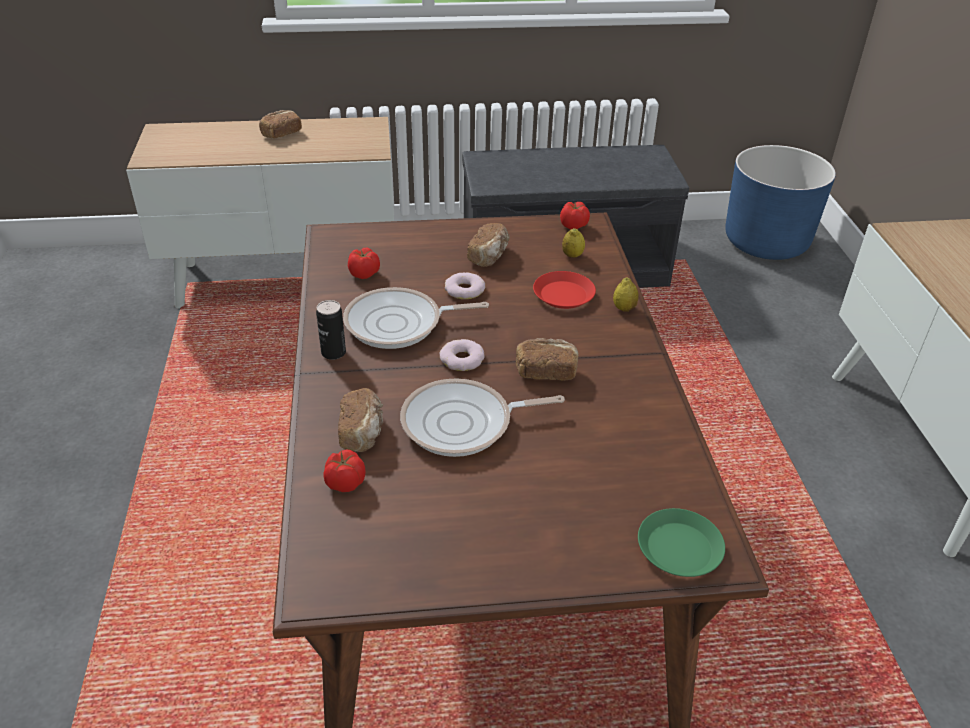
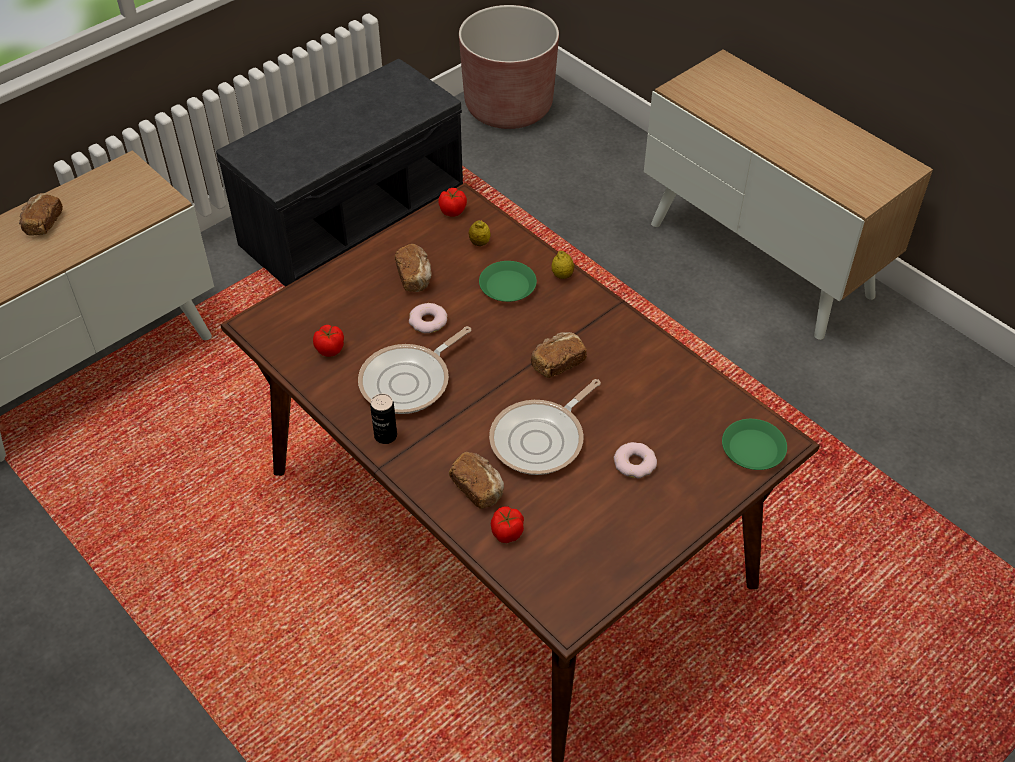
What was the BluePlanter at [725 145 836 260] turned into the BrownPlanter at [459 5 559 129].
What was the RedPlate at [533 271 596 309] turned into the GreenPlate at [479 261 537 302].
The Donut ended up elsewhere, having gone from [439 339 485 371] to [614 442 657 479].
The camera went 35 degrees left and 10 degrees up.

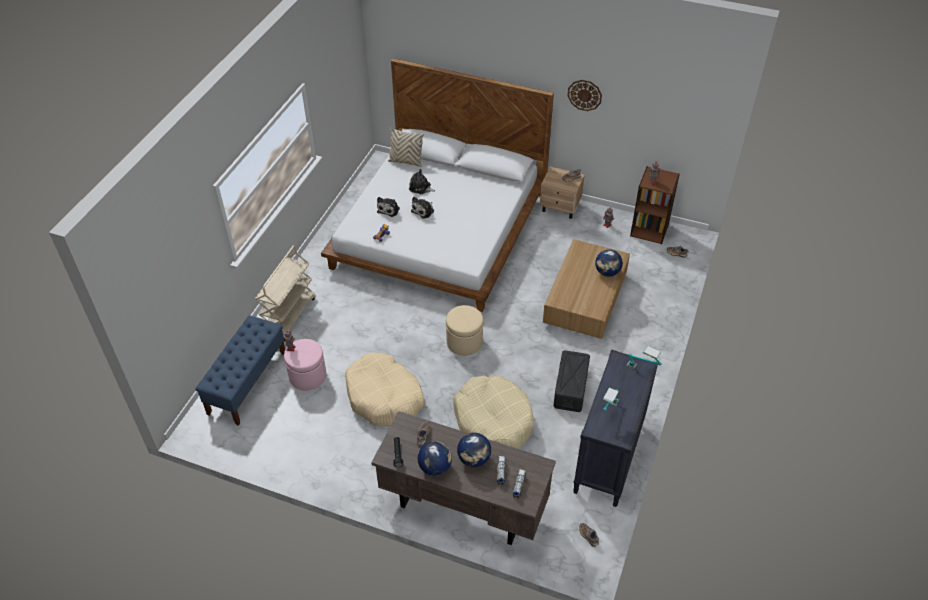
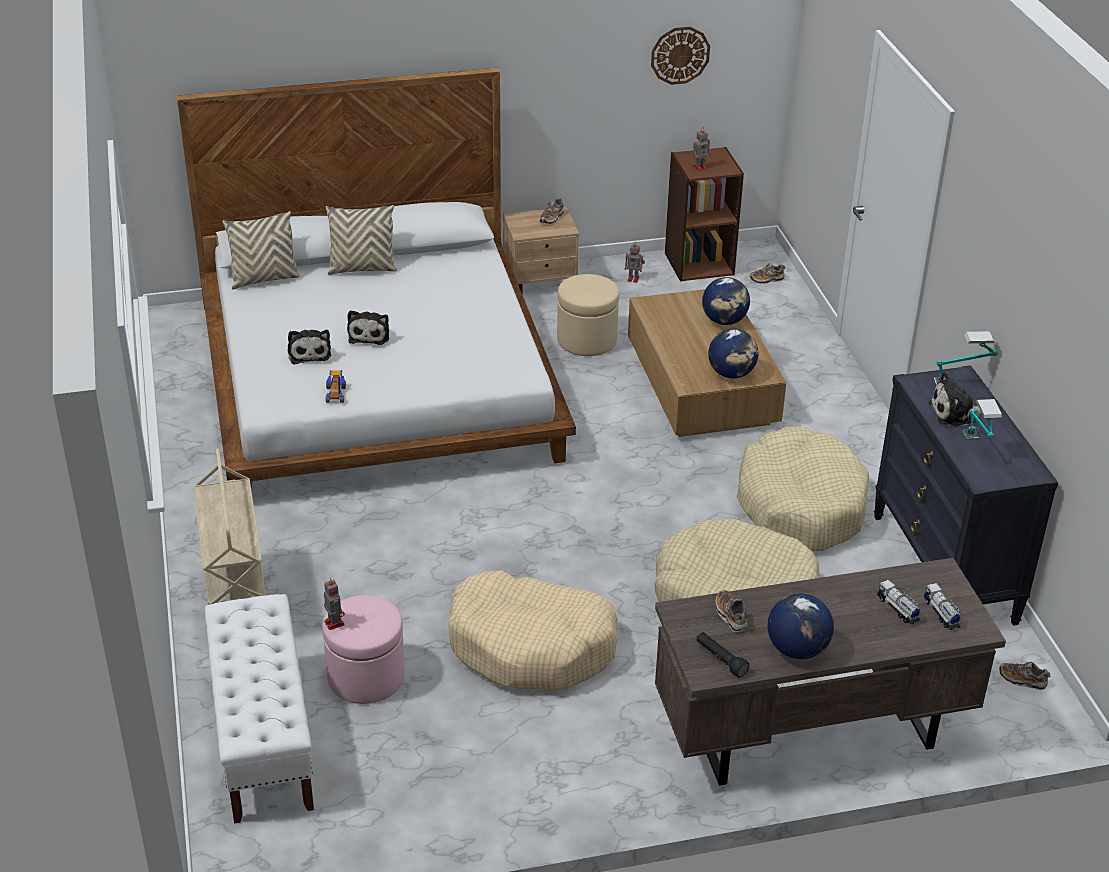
What was the BlueBench at [196 316 286 426] turned into the WhiteBench at [205 594 314 824].
The second view gained the BeigePillow at [326 205 397 275].
The BeigeOttoman ended up elsewhere, having gone from [446 305 483 356] to [557 274 619 356].
The WallClock ended up elsewhere, having gone from [567 80 602 111] to [651 27 710 85].
The Globe ended up elsewhere, having gone from [457 433 491 467] to [708 329 758 379].
Where the BlackStorageBox stood at [553 350 590 412], the BeigeDogBed came to stand at [737 427 869 552].
The PlushToy ended up elsewhere, having gone from [409 169 436 194] to [928 372 981 427].
The camera went 35 degrees left and 10 degrees down.

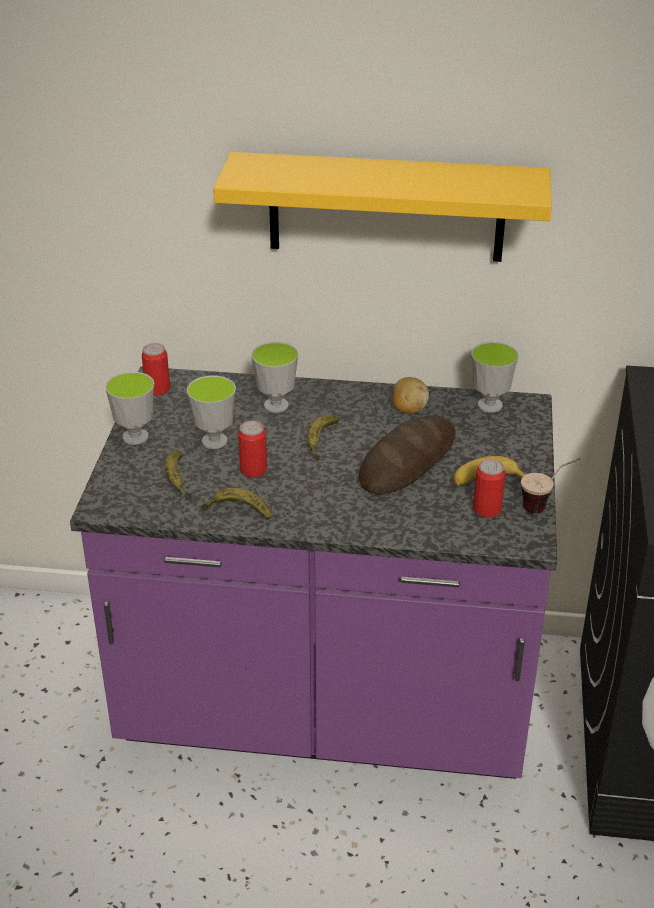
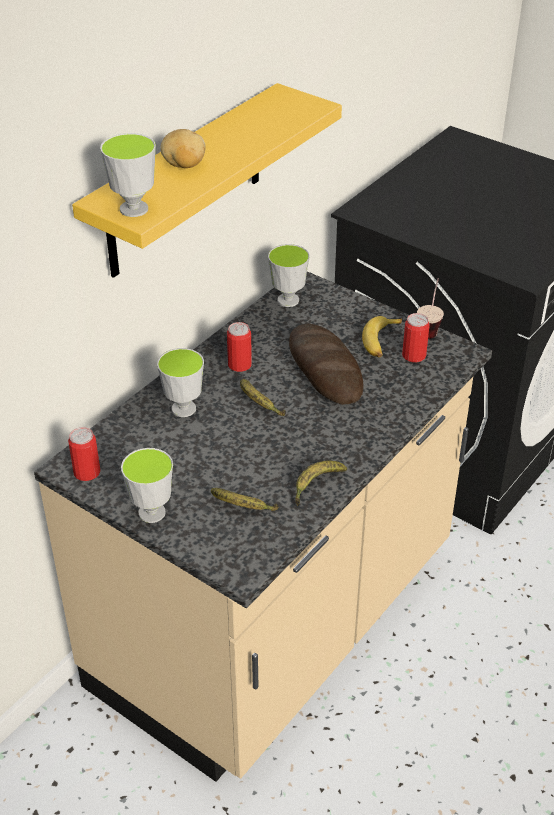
What was the PurpleCounter at [70 367 557 779] turned into the BeigeCounter at [34 271 492 782].
The Cup ended up elsewhere, having gone from [187 376 236 449] to [100 133 156 217].
The Potato ended up elsewhere, having gone from [393 377 429 414] to [160 129 206 168].
The Can ended up elsewhere, having gone from [238 421 267 477] to [227 322 252 372].
The camera went 60 degrees left and 5 degrees up.

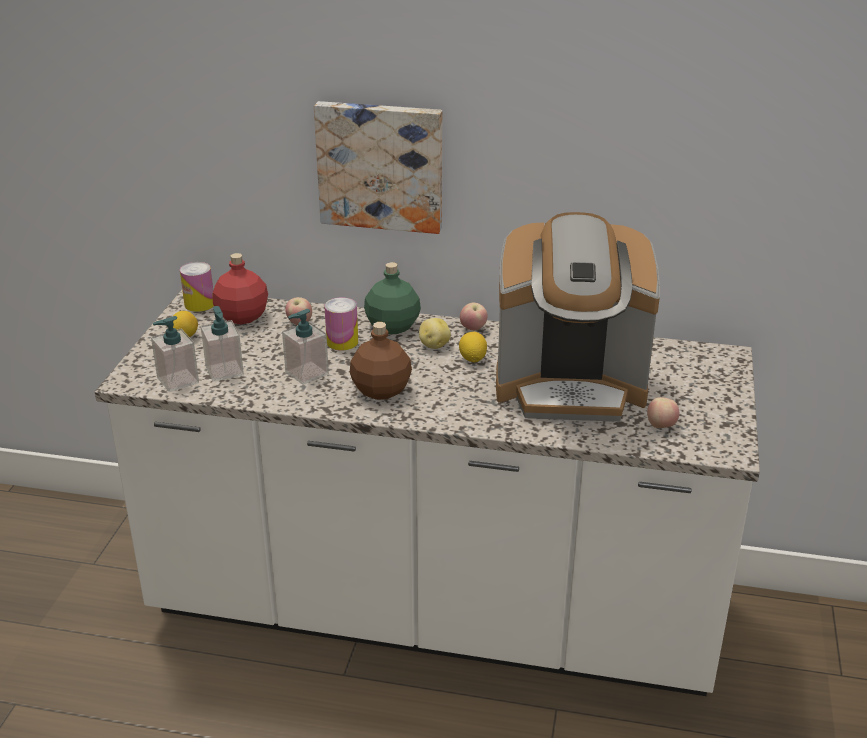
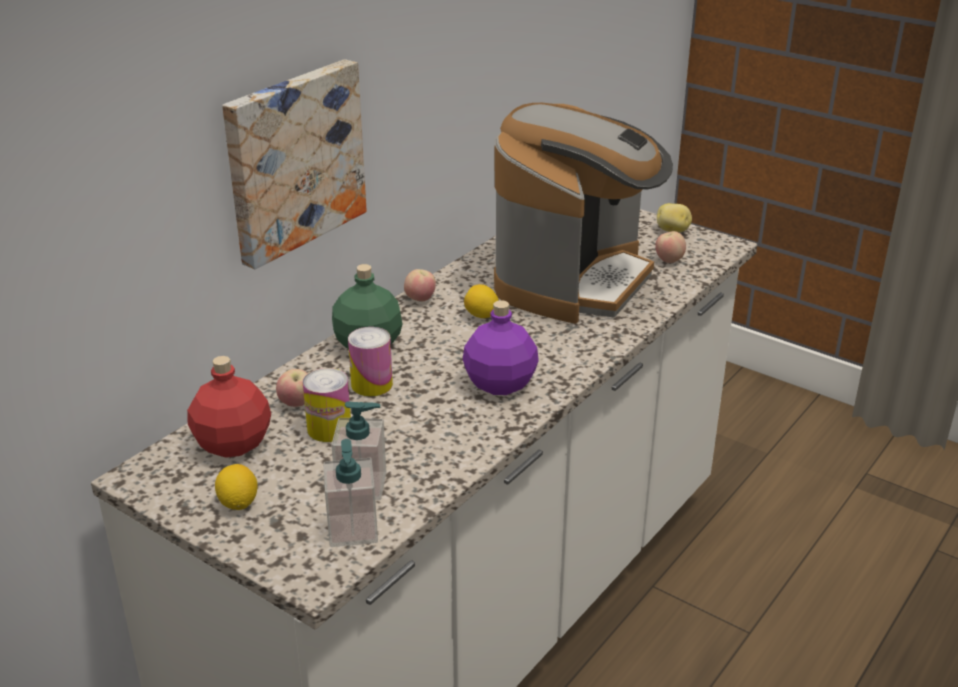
The Can ended up elsewhere, having gone from [180 262 214 312] to [303 368 351 442].
What was the BrownBottle at [350 322 412 400] turned into the PurpleBottle at [463 300 539 395].
The Potato ended up elsewhere, having gone from [419 318 451 349] to [657 203 692 233].
The second view lost the SoapDispenser at [282 309 329 385].
The camera went 65 degrees left and 0 degrees up.

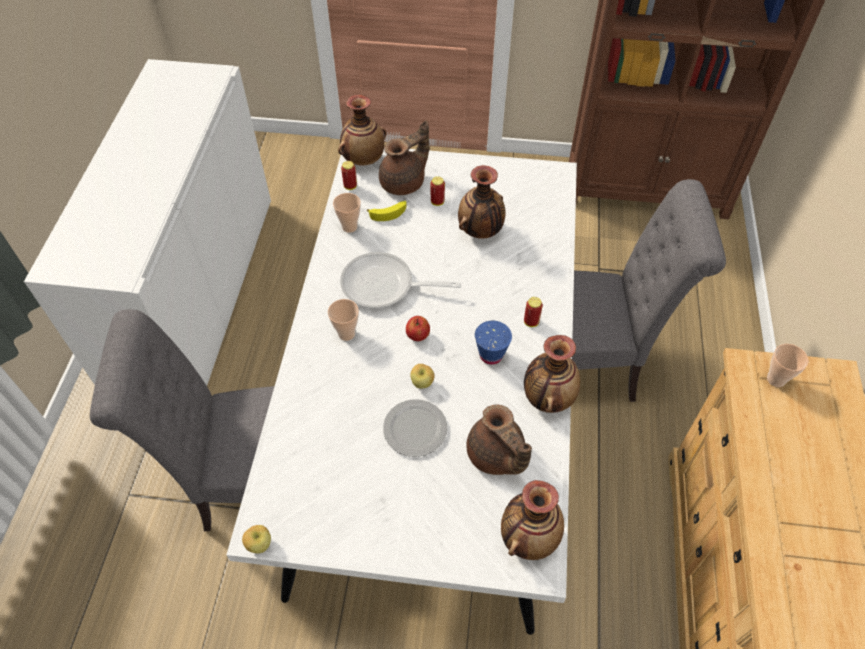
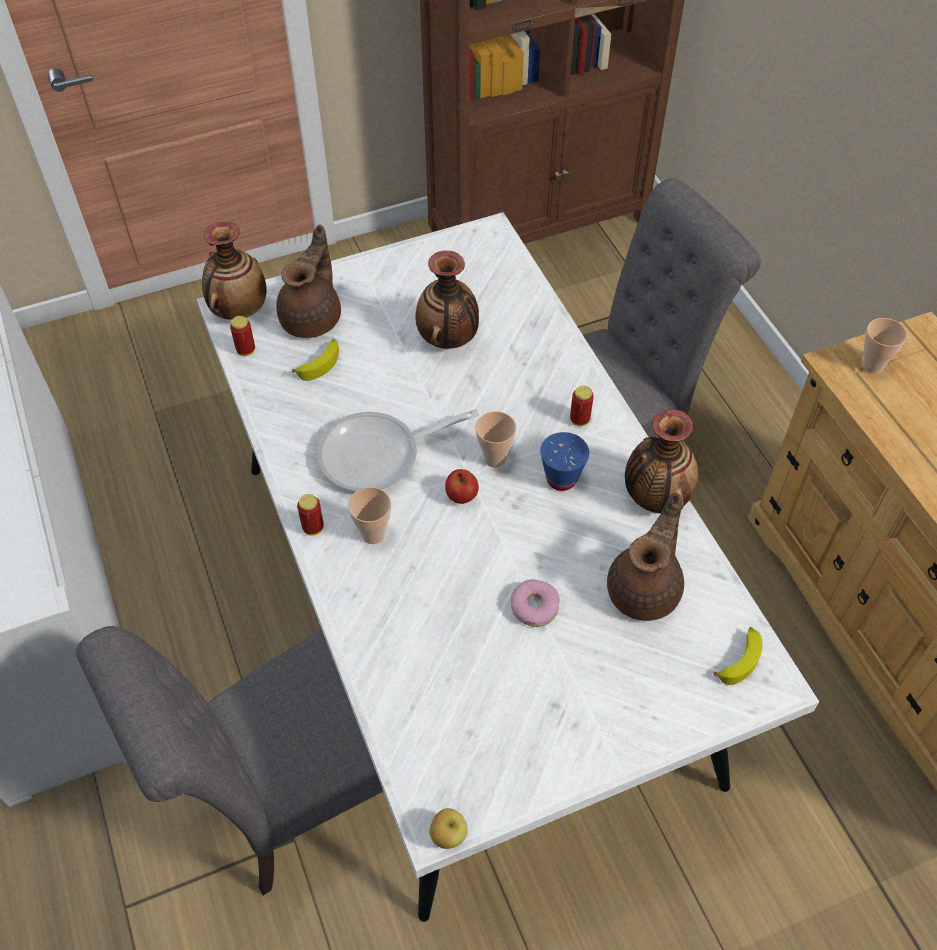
The Can ended up elsewhere, having gone from [431 176 445 206] to [297 494 324 535].
The Cup ended up elsewhere, having gone from [333 193 361 233] to [476 411 516 467].
Where the Plate stood at [383 399 447 457], the Donut came to stand at [511 579 560 627].
The BrownTeapot at [467 404 532 475] ended up facing another way, 90 degrees counterclockwise from before.
Where the Vase stood at [501 480 564 560], the Banana came to stand at [714 627 763 685].
The second view lost the Apple at [410 364 435 389].
The camera went 30 degrees left and 0 degrees up.

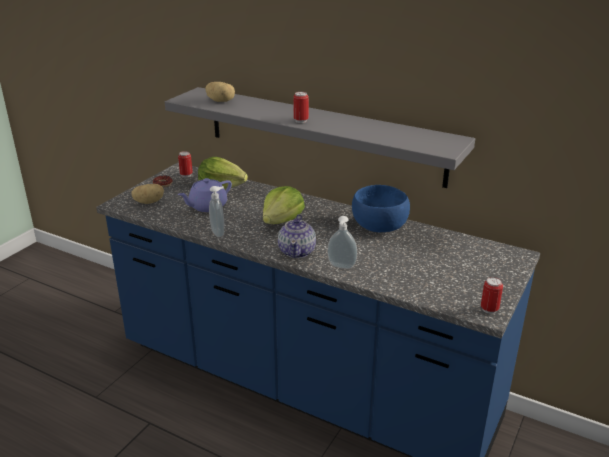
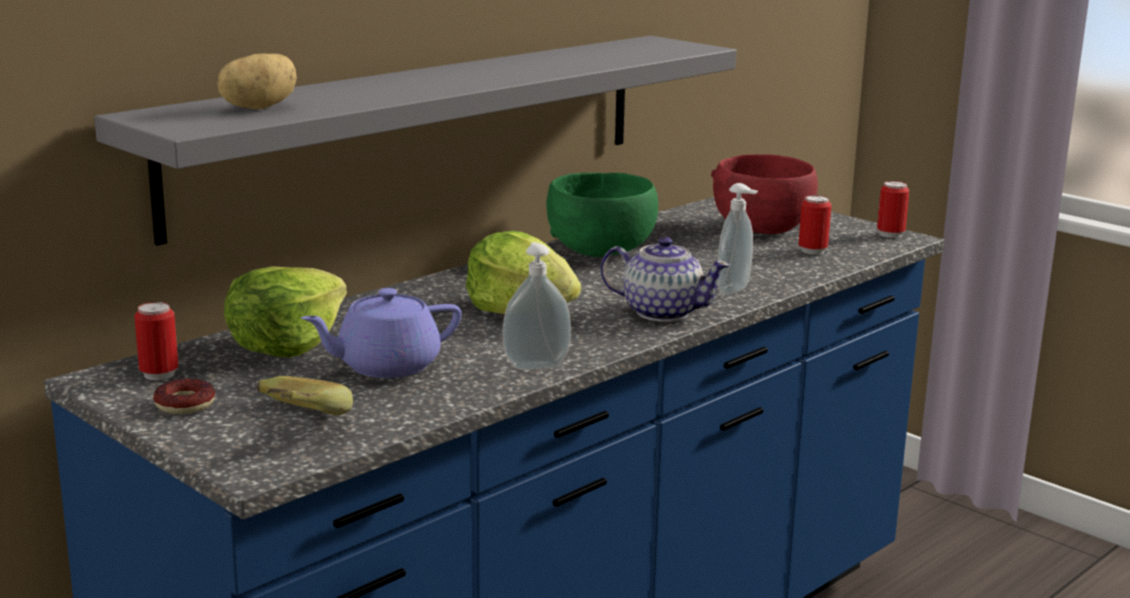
Where the Potato stood at [131 184 164 204], the Banana came to stand at [257 376 353 415].
The PurpleTeapot at [178 178 232 212] ended up facing another way, 90 degrees clockwise from before.
What was the BlueBowl at [352 185 410 232] turned into the GreenBowl at [546 173 658 257].
The second view gained the RedBowl at [711 154 818 234].
The Can ended up elsewhere, having gone from [293 92 309 123] to [799 195 832 255].
The camera went 75 degrees left and 10 degrees down.

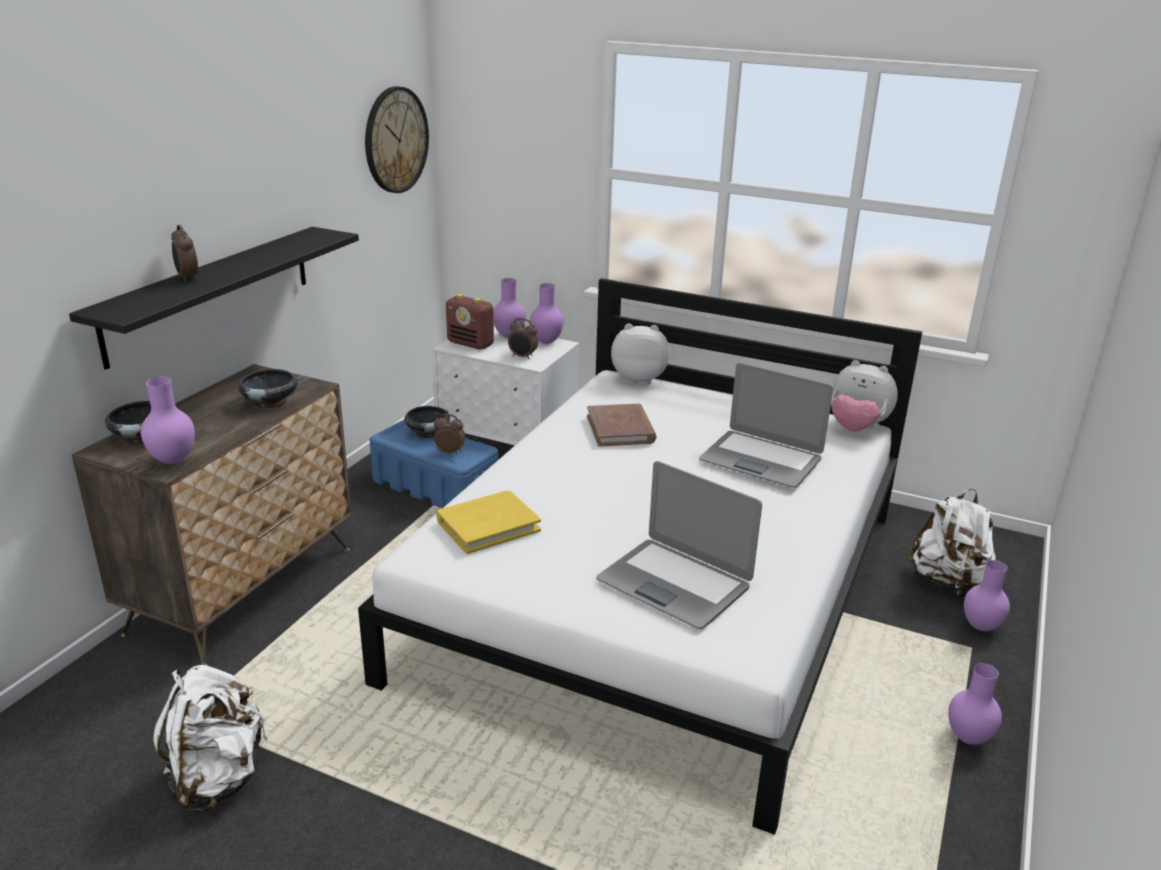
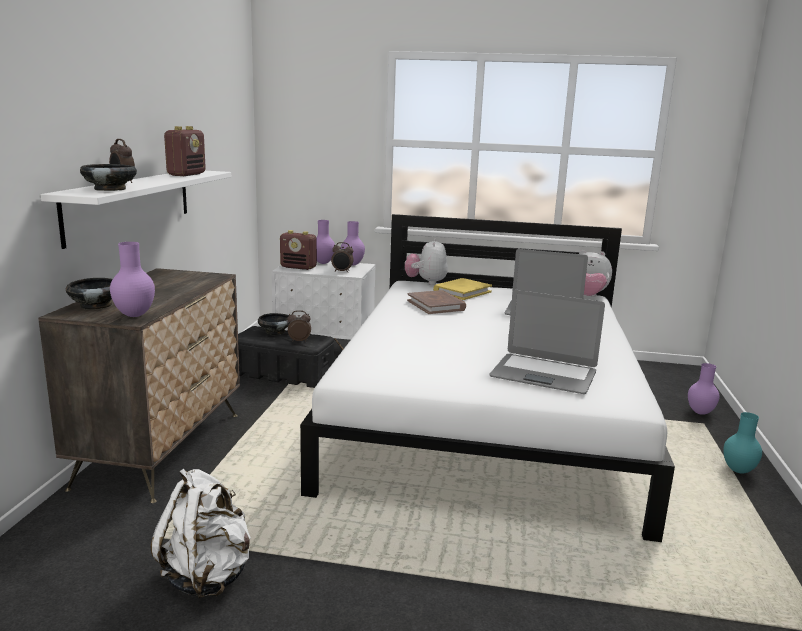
What was the BlackShelf at [69 227 359 370] turned into the WhiteShelf at [41 171 231 249].
The BlackBowl ended up elsewhere, having gone from [238 369 298 409] to [80 164 137 191].
The second view gained the Radio at [164 126 206 176].
What was the BlueStorageBox at [370 419 498 508] turned into the BlackStorageBox at [238 326 334 388].
The PlushToy at [611 324 670 385] ended up facing another way, 75 degrees counterclockwise from before.
The YellowBook ended up elsewhere, having gone from [436 490 541 554] to [433 278 492 300].
What was the PurpleVase at [948 663 1002 745] turned into the TurquoiseVase at [723 412 762 474].
The second view lost the WallClock at [365 86 429 193].
The second view lost the WhiteBackpack at [906 489 996 597].
The camera went 15 degrees left and 10 degrees down.

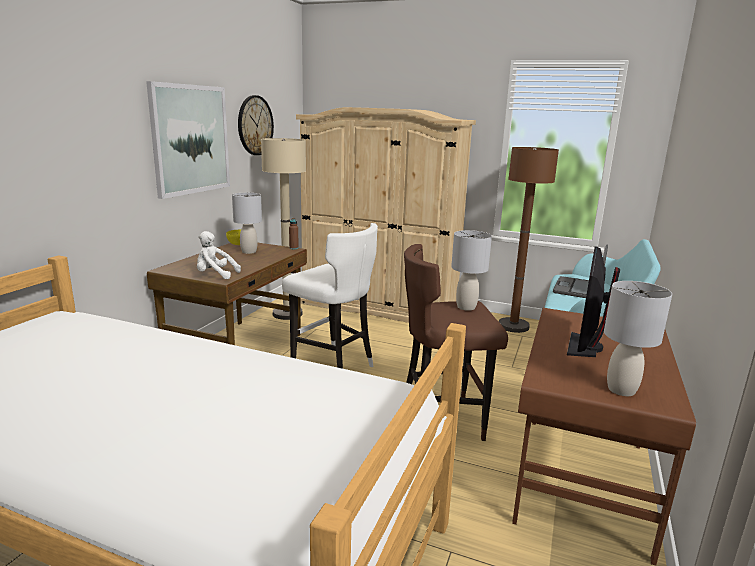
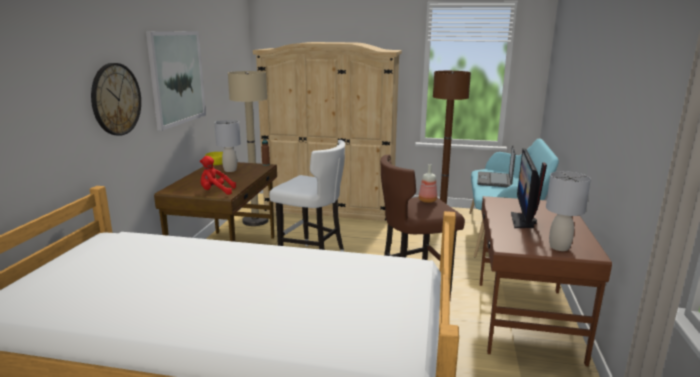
The WallClock ended up elsewhere, having gone from [238 95 274 155] to [91 63 141 136].
What was the WhitePlushToy at [197 231 241 279] turned into the RedPlushToy at [200 156 236 195].
Where the GreyTableLamp stood at [451 230 492 311], the Bottle came to stand at [419 164 437 203].
The camera went 10 degrees left and 0 degrees up.

